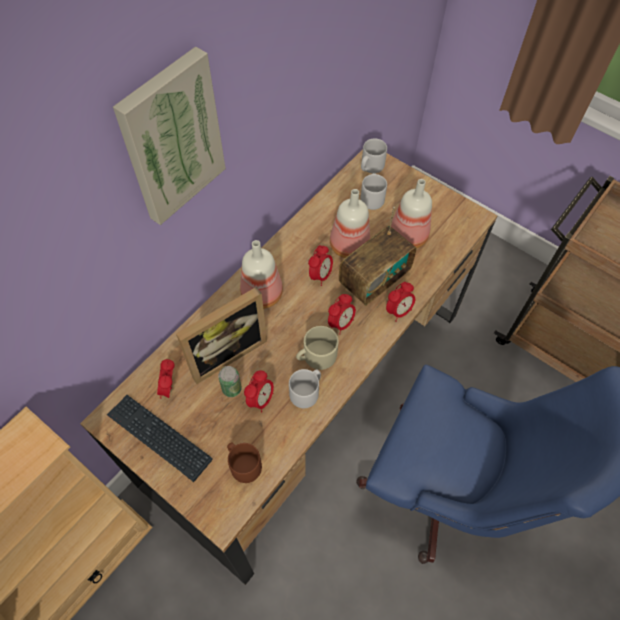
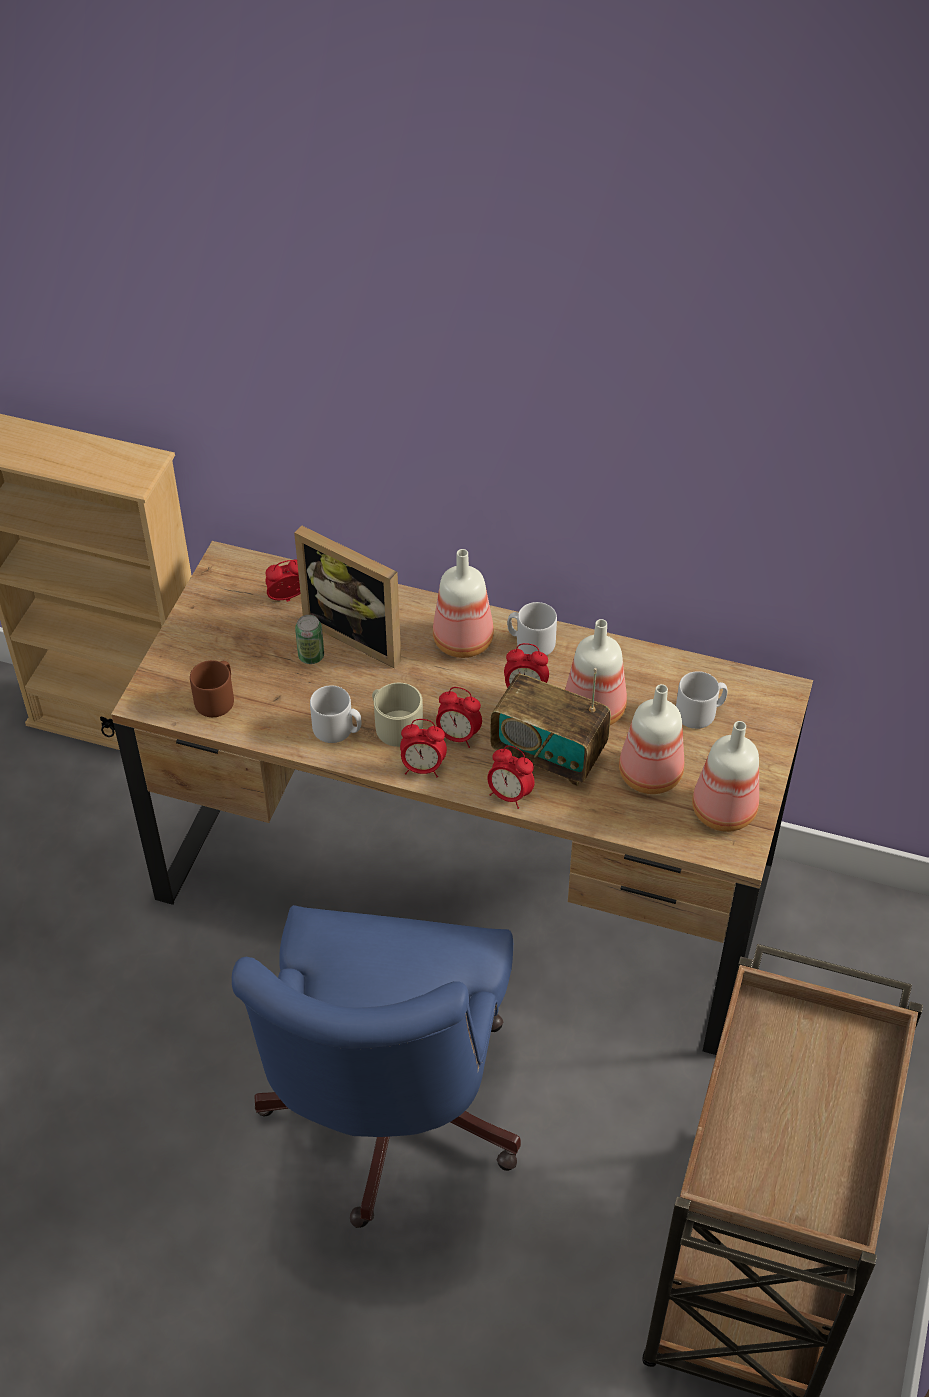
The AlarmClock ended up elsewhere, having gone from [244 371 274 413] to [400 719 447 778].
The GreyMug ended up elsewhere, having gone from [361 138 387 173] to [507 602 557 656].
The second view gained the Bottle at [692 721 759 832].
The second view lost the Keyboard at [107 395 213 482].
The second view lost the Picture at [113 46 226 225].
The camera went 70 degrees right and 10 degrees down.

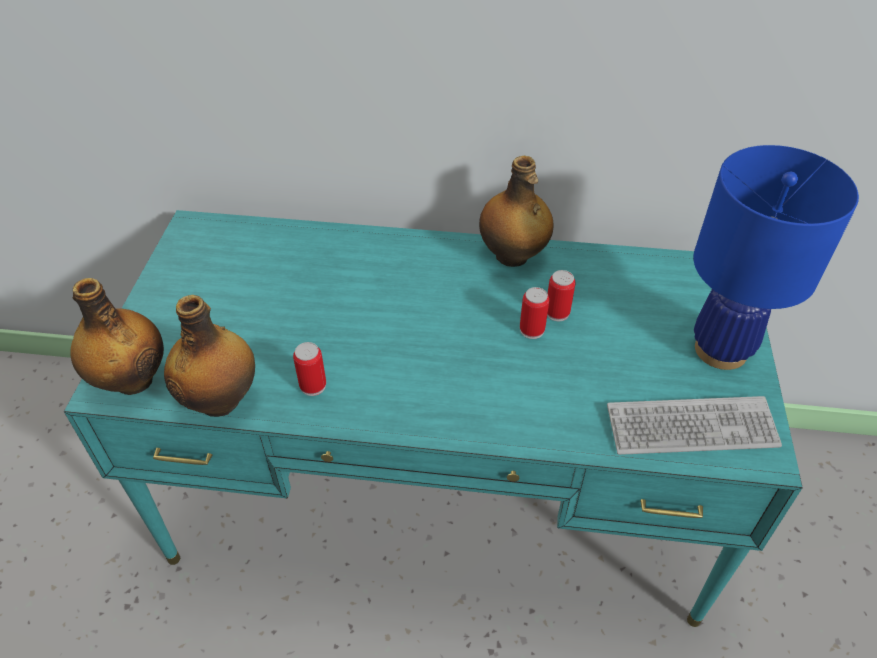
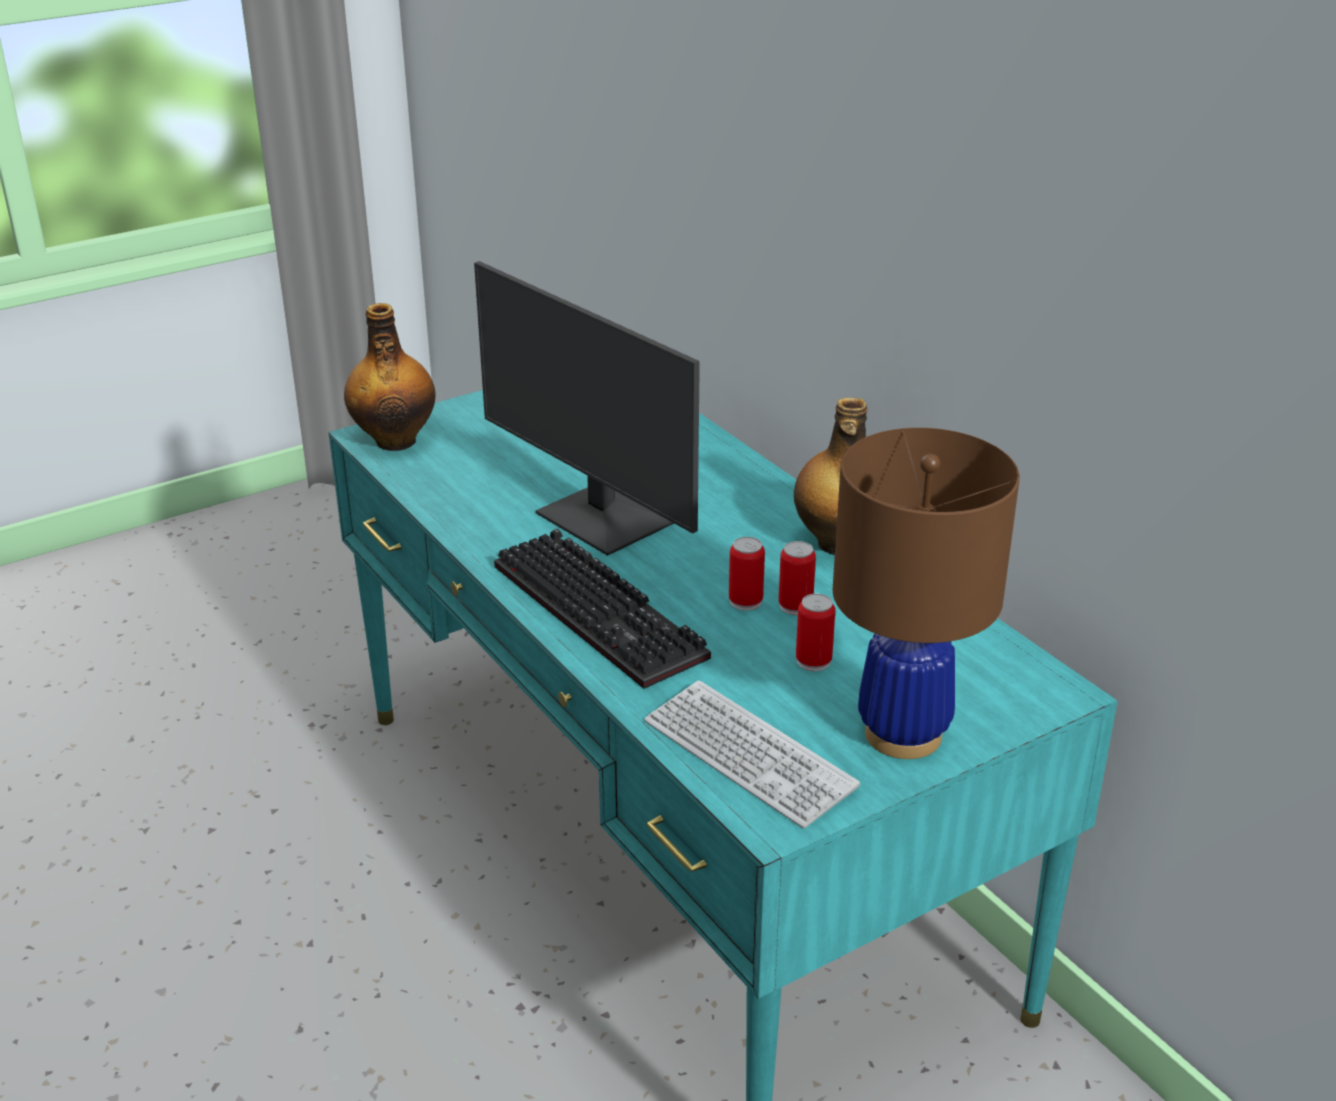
The second view gained the Monitor at [474 261 700 556].
The second view gained the Keyboard at [494 529 711 689].
The Can ended up elsewhere, having gone from [293 342 326 396] to [796 594 835 671].
What was the BlueTableLamp at [693 145 859 370] turned into the BrownTableLamp at [832 428 1020 759].
The second view lost the Bottle at [164 295 255 417].
The camera went 50 degrees right and 15 degrees down.

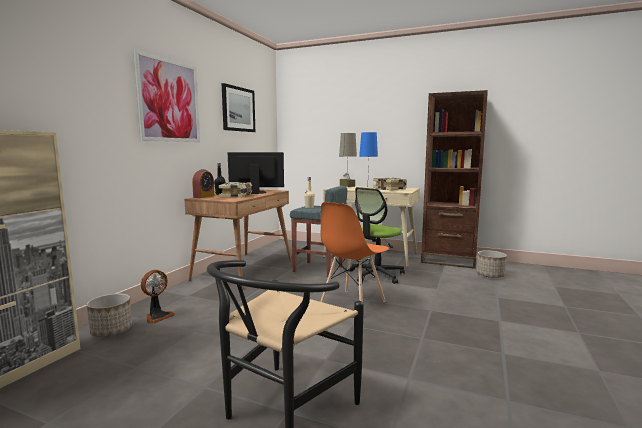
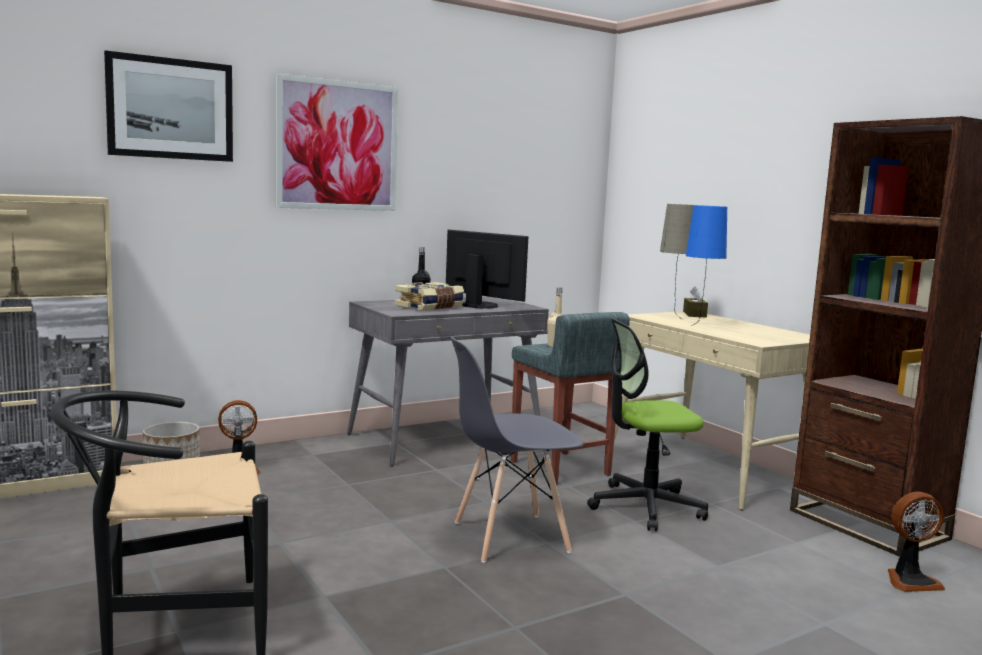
The Picture ended up elsewhere, having gone from [222 83 255 132] to [104 50 233 162].
What was the BrownDesk at [184 189 292 289] turned into the GreyDesk at [347 296 549 466].
What was the OrangeChair at [320 202 389 302] turned into the GreyChair at [450 336 584 563].
Where the Planter stood at [477 250 507 278], the Fan came to stand at [888 492 945 592].
The second view lost the AlarmClock at [192 169 215 198].
The second view lost the Book at [373 177 407 190].
The camera went 35 degrees right and 0 degrees up.

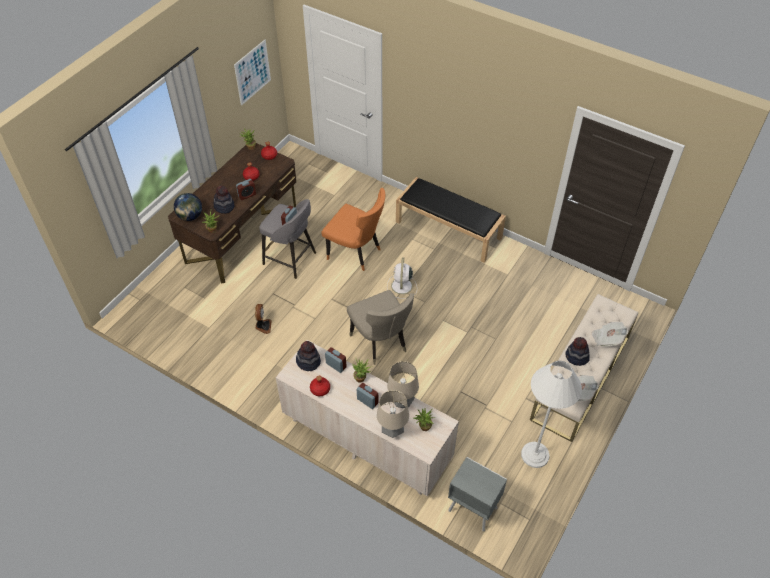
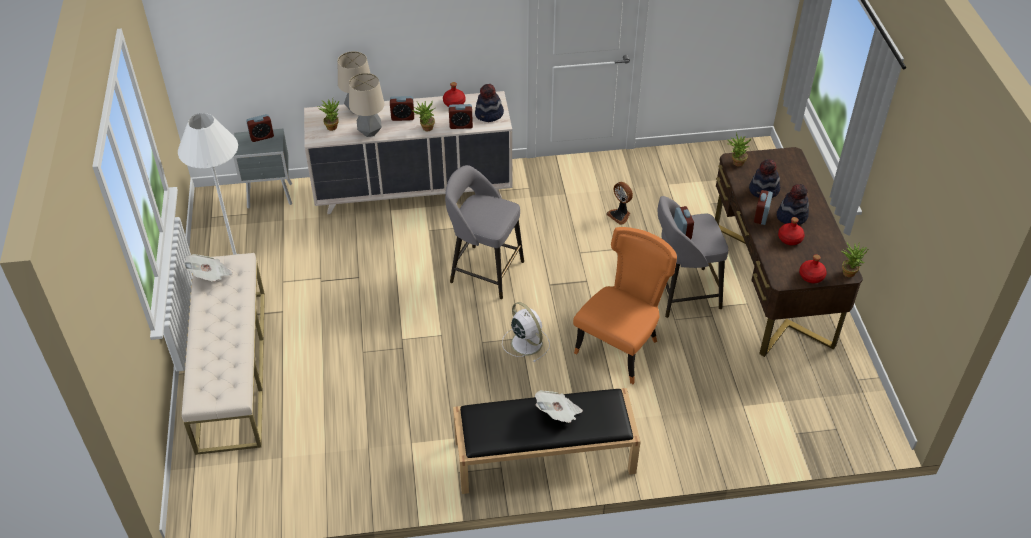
The second view gained the AlarmClock at [246 114 274 142].
Where the BeigeChair stood at [347 290 414 365], the GreyStool came to stand at [445 165 524 299].
The Newspaper ended up elsewhere, having gone from [592 322 628 346] to [535 390 583 423].
The OrangeChair at [321 188 385 271] ended up facing another way, 135 degrees clockwise from before.
The Hat ended up elsewhere, having gone from [565 337 590 366] to [777 184 809 225].
The second view lost the Globe at [174 193 202 221].
The second view lost the Picture at [234 40 271 105].
The camera went 140 degrees right and 5 degrees down.

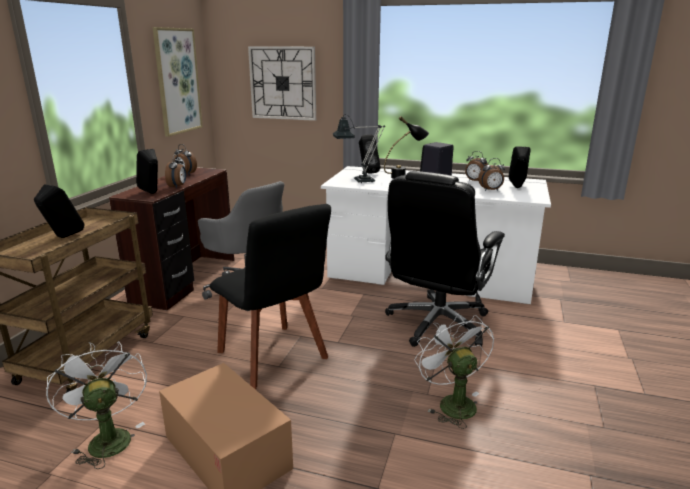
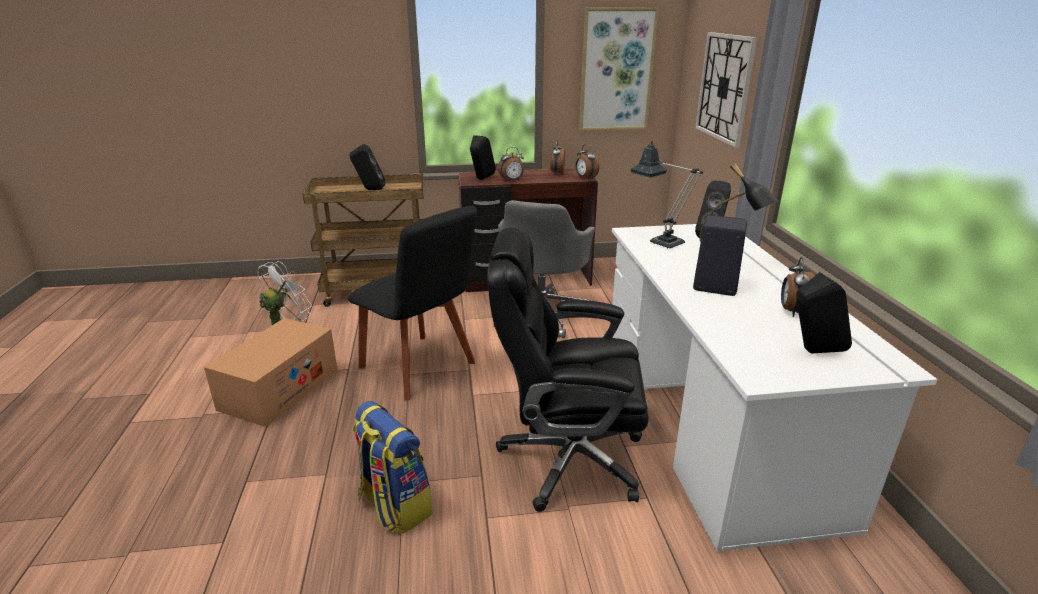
The BlackChair at [209 204 331 390] ended up facing another way, 75 degrees counterclockwise from before.
Where the WhiteFan stood at [414 313 494 429], the Backpack came to stand at [352 401 433 535].
The AlarmClock ended up elsewhere, having gone from [478 158 505 191] to [576 144 599 180].
The camera went 65 degrees right and 5 degrees up.

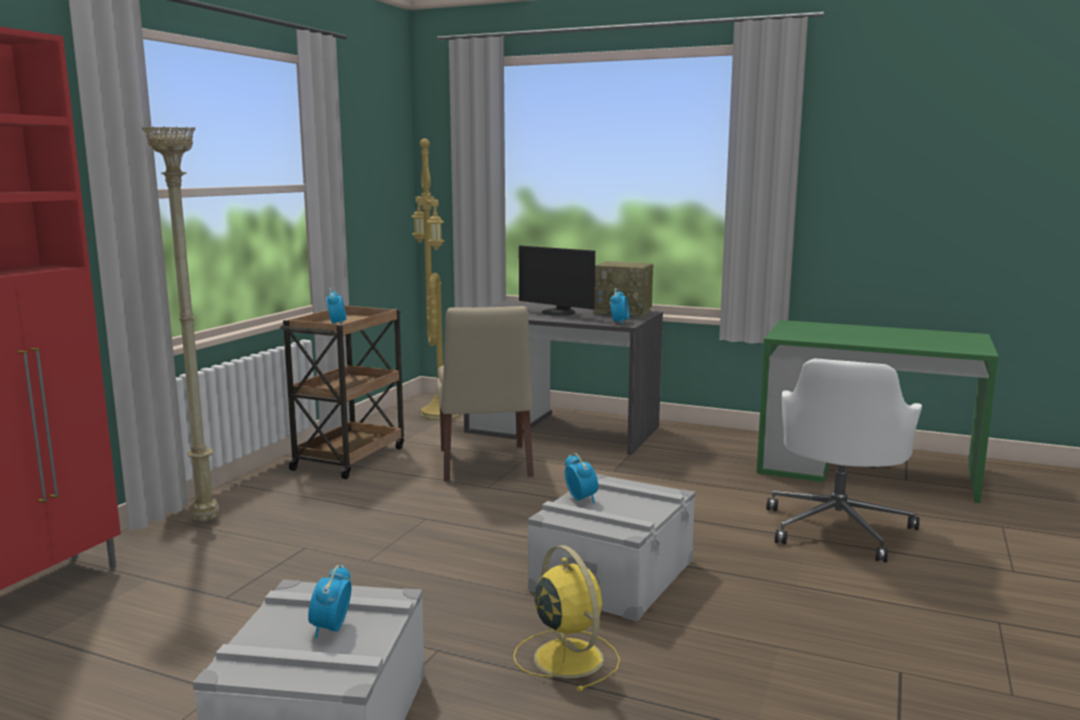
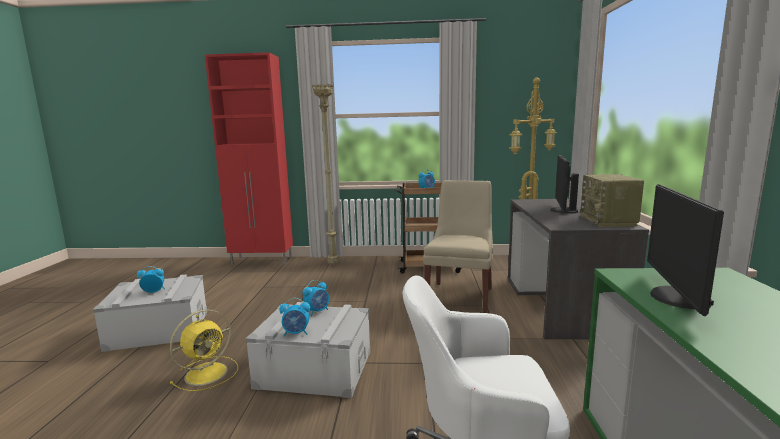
The AlarmClock ended up elsewhere, having gone from [610 288 629 325] to [279 298 311 336].
The BeigeChair at [437 306 534 481] ended up facing another way, 135 degrees clockwise from before.
The second view gained the Monitor at [647 184 724 316].
The camera went 70 degrees right and 0 degrees up.

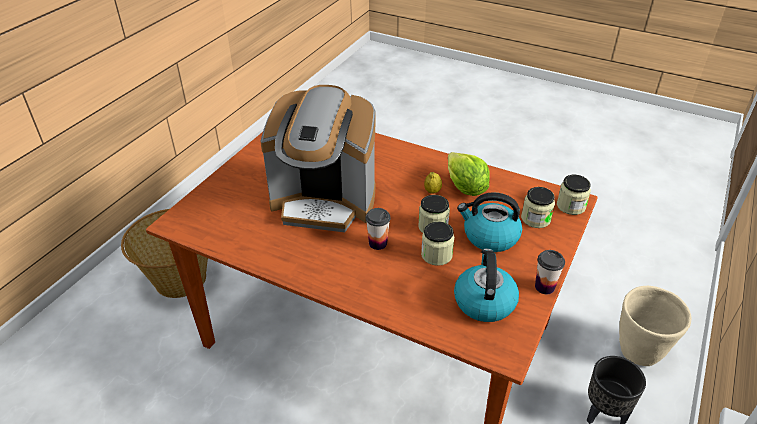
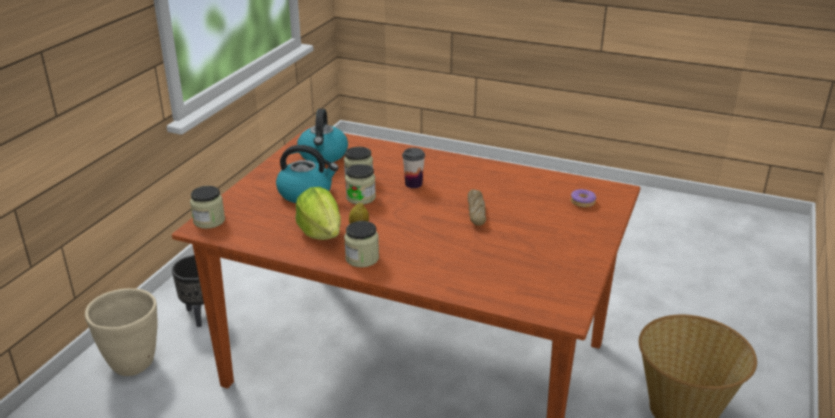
The Jar ended up elsewhere, having gone from [521 187 555 228] to [344 221 379 267].
Where the CoffeeMachine stood at [260 85 375 232], the Bread came to stand at [468 189 486 226].
The second view gained the Donut at [571 189 596 207].
The second view lost the Cup at [535 250 565 294].
The camera went 175 degrees right and 10 degrees down.

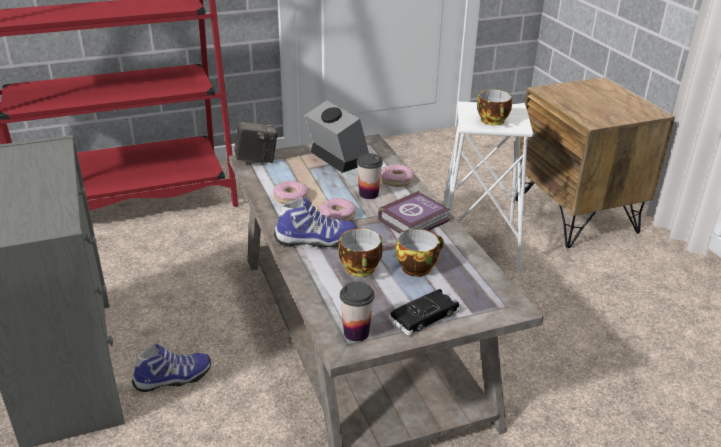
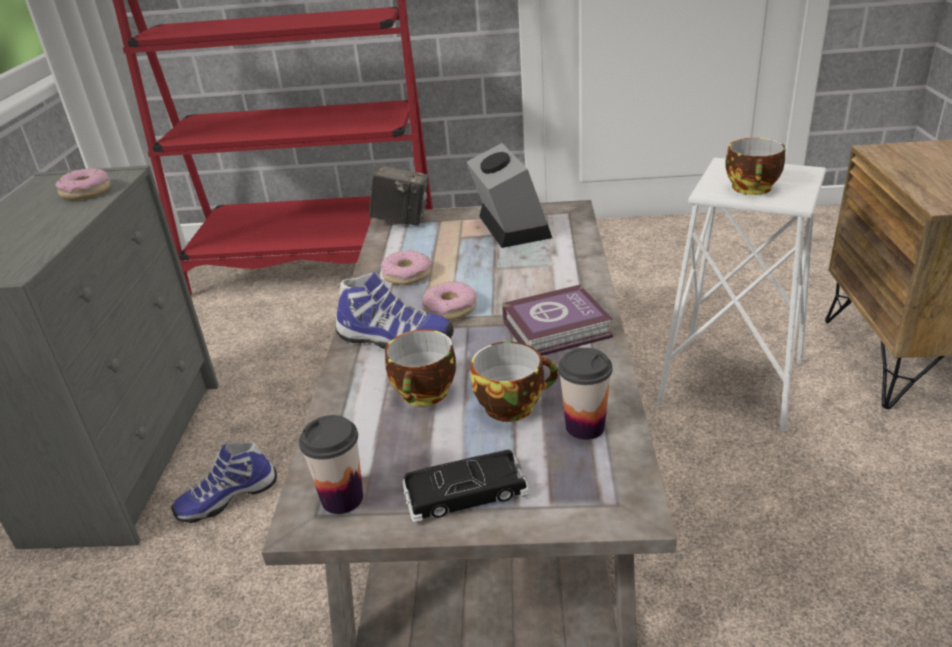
The Donut ended up elsewhere, having gone from [381 164 414 187] to [55 168 111 200].
The Shoe at [132 344 211 392] ended up facing another way, 150 degrees clockwise from before.
The Cup ended up elsewhere, having gone from [357 153 383 199] to [558 348 613 440].
The camera went 25 degrees right and 0 degrees up.

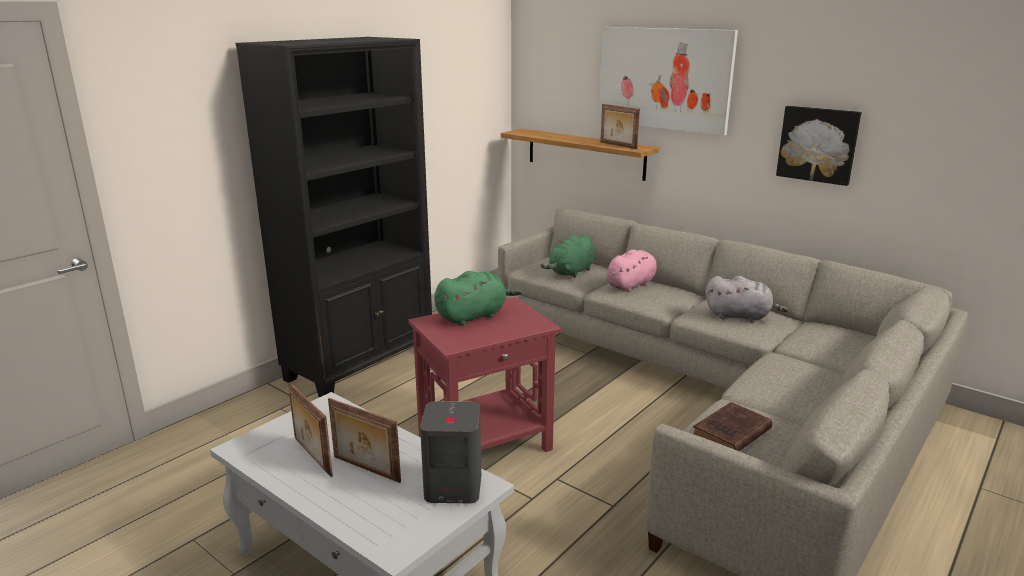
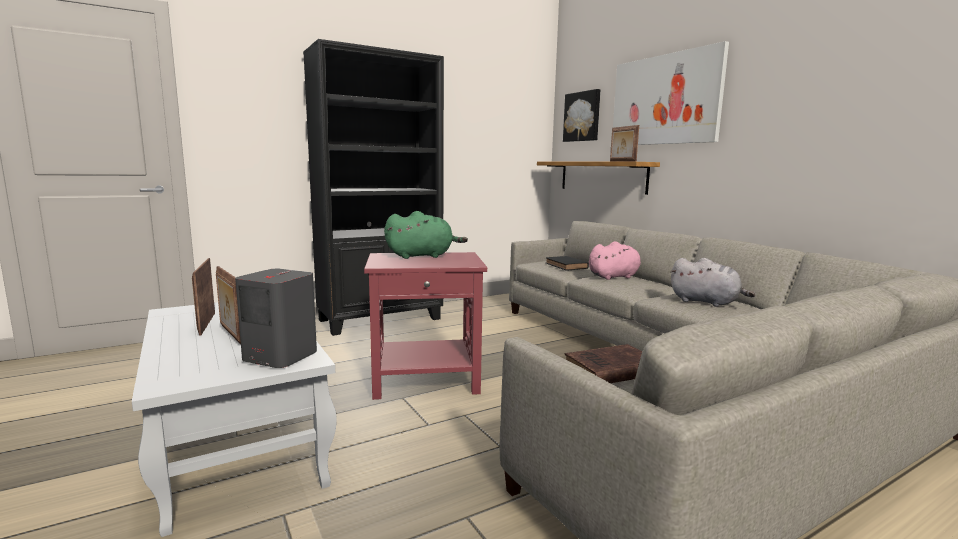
Where the GreenPlushToy stood at [541 234 595 278], the BlackBook came to stand at [546 256 589 271].
The Picture ended up elsewhere, having gone from [776 106 861 186] to [563 89 600 142].
The camera went 20 degrees right and 10 degrees down.

